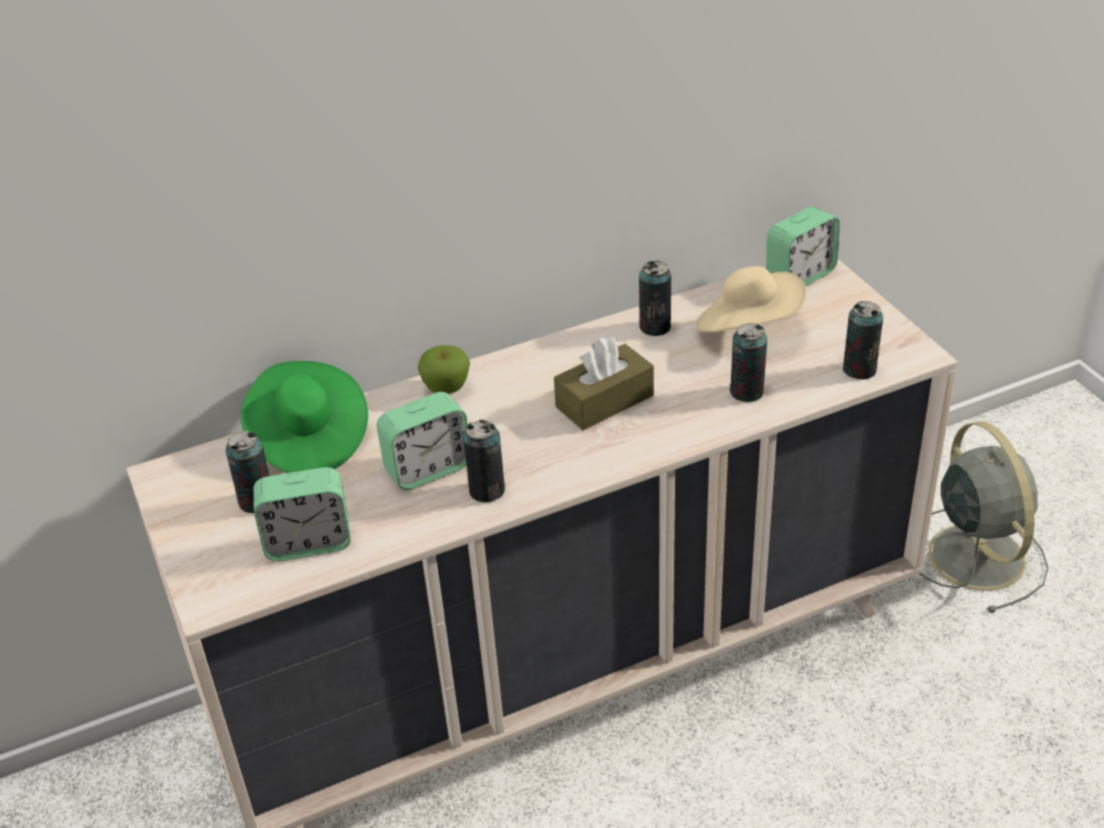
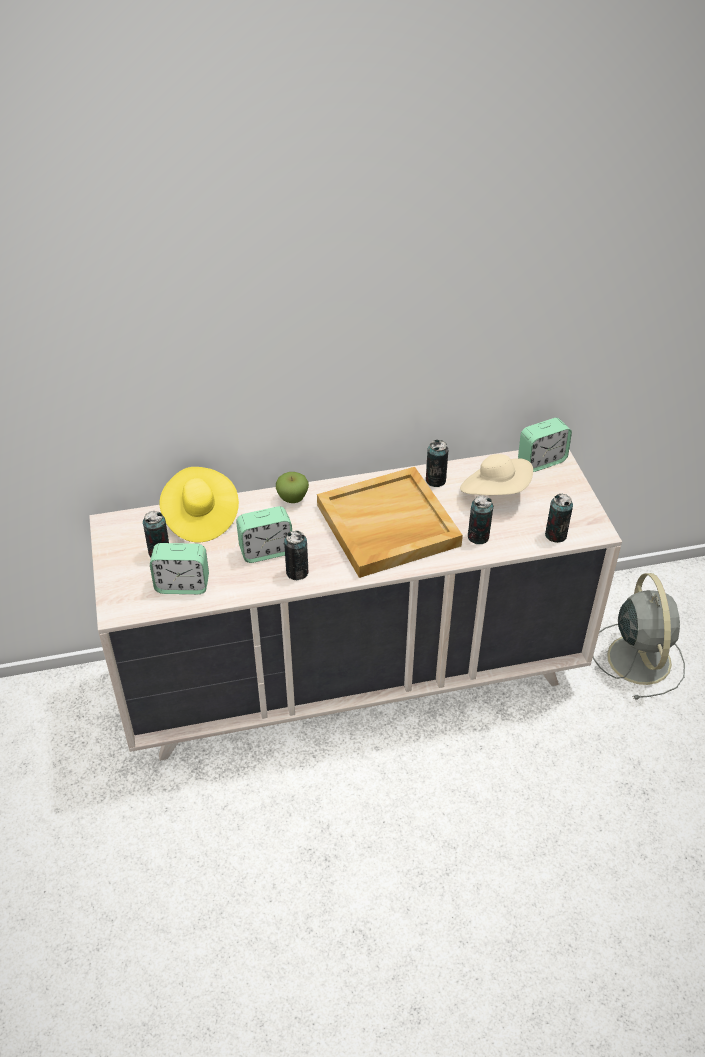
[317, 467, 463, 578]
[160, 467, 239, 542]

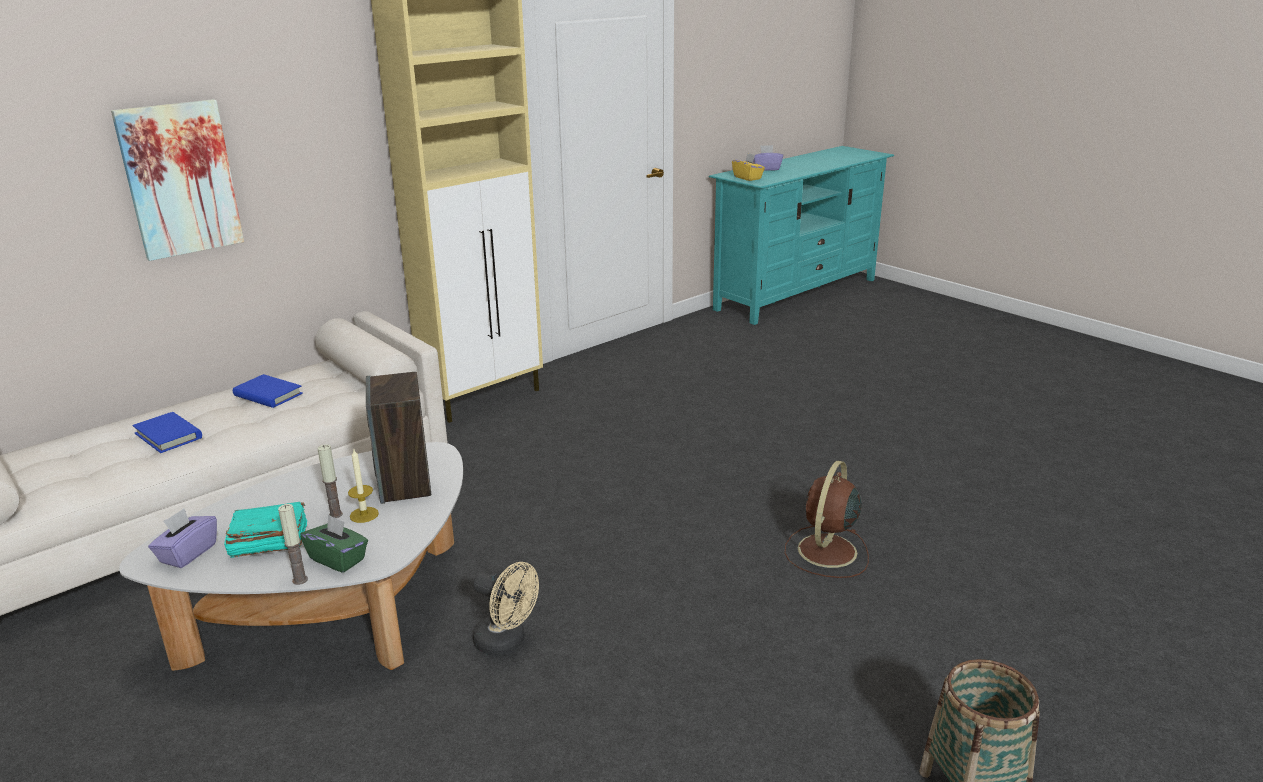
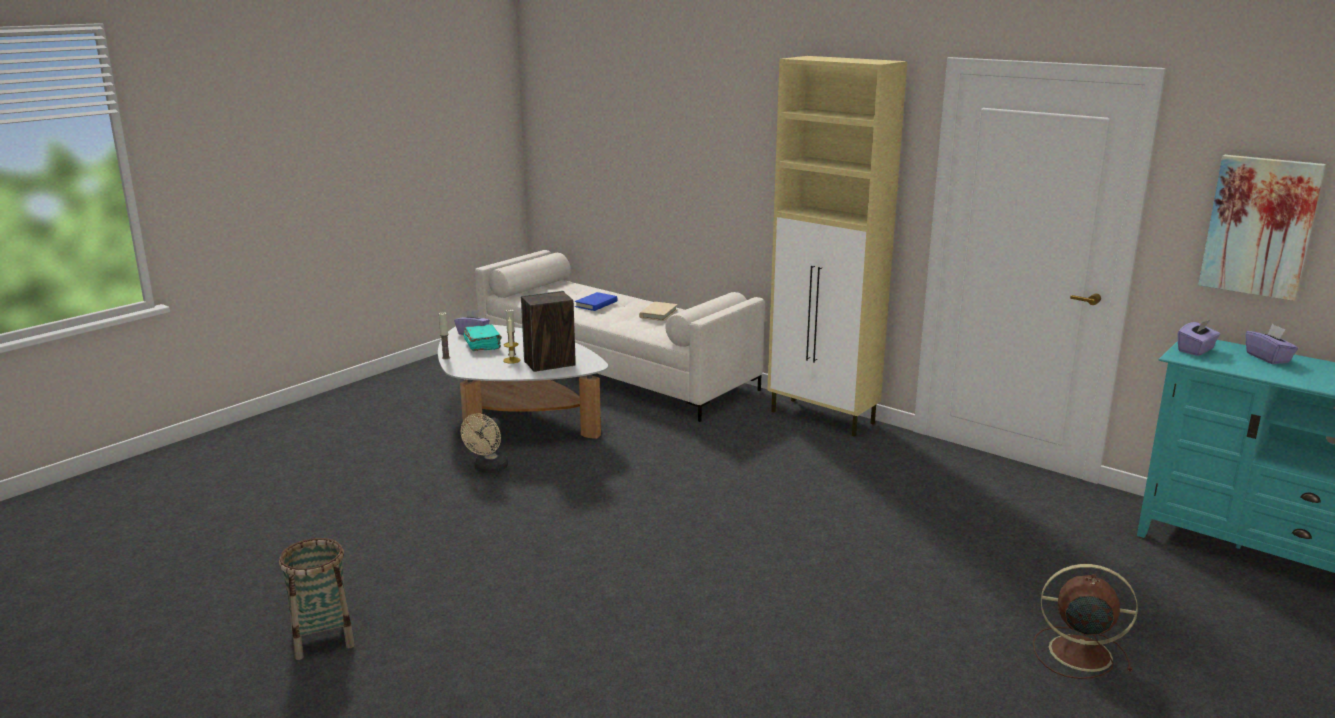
[1198, 155, 1326, 301]
[1178, 319, 1220, 356]
[639, 302, 678, 321]
[1033, 564, 1138, 679]
[300, 514, 368, 573] (first image)

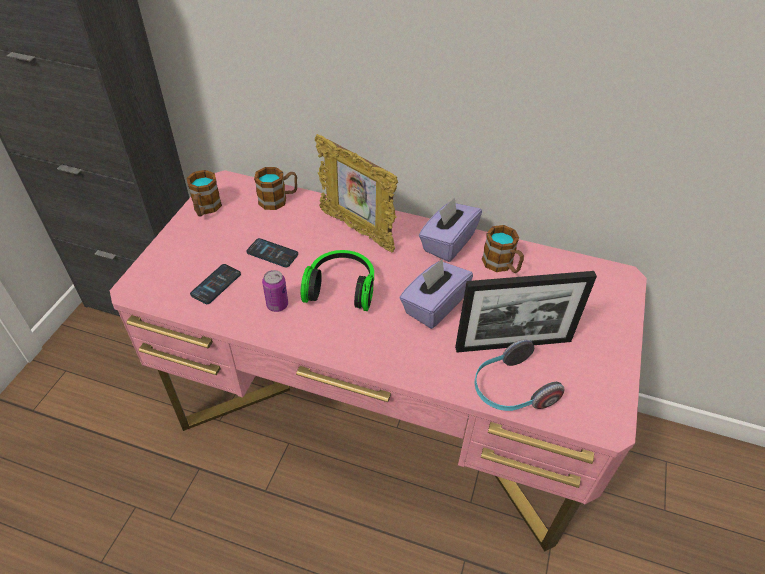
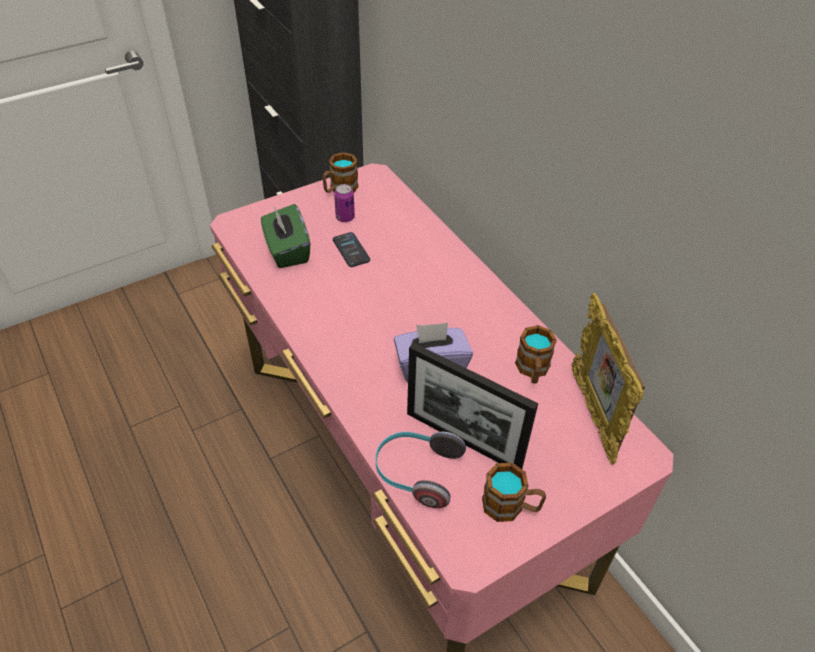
[571, 293, 645, 465]
[482, 463, 546, 522]
[419, 197, 482, 262] (first image)
[301, 250, 374, 311] (first image)
[261, 204, 310, 268]
[334, 184, 355, 222]

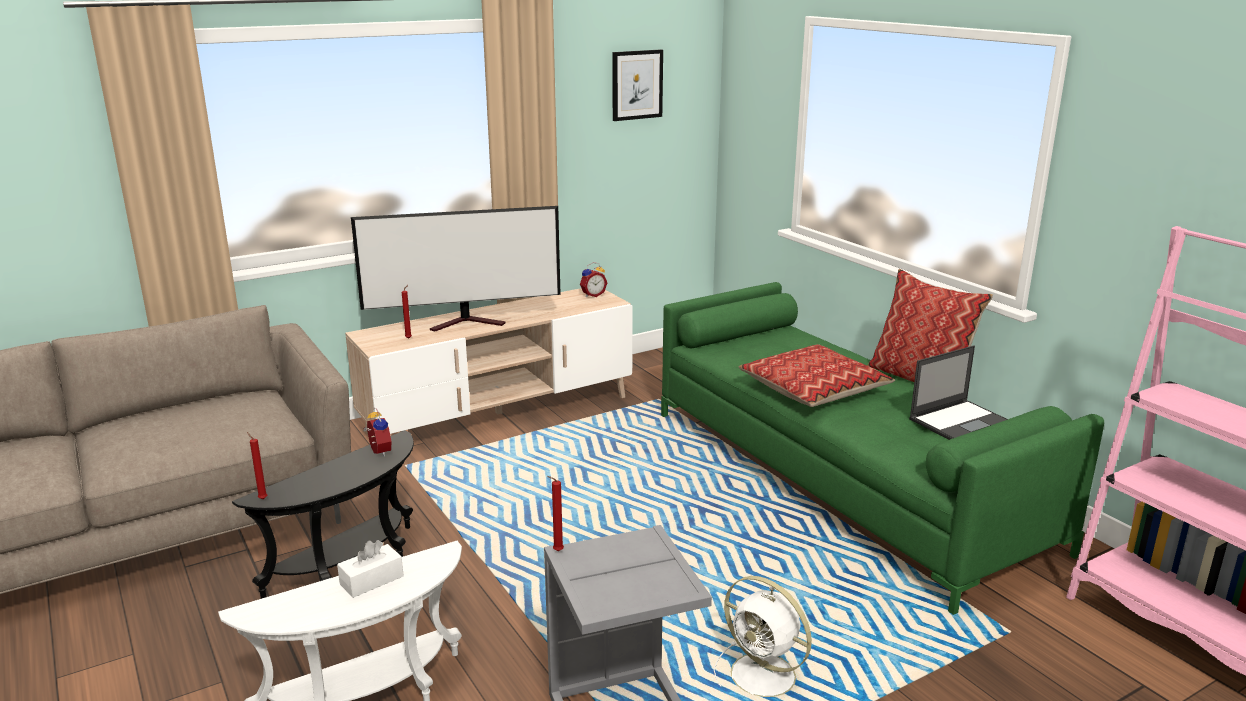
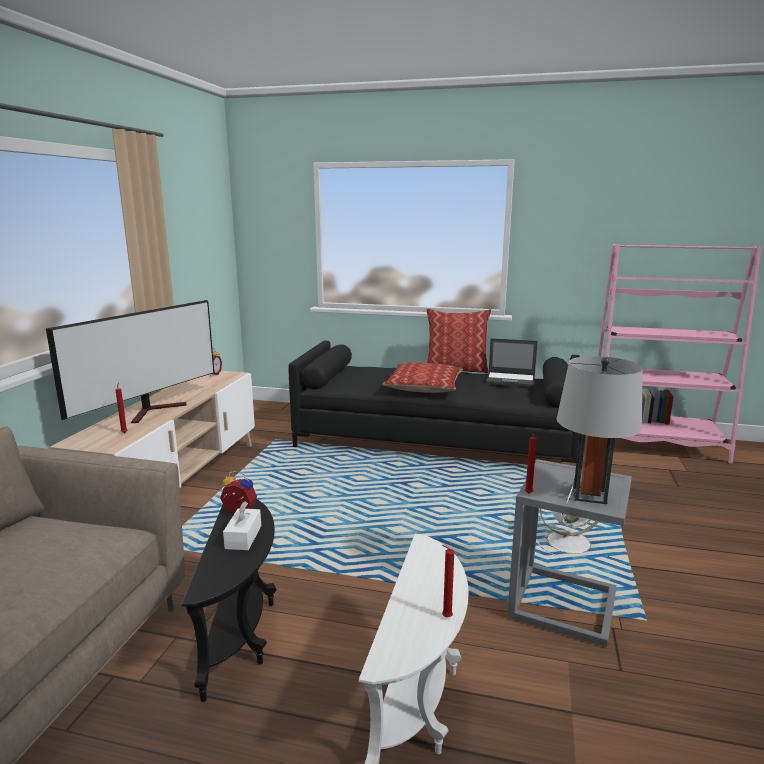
[612, 49, 663, 121] (first image)
[288, 341, 580, 463]
[486, 338, 538, 387]
[442, 545, 454, 618]
[223, 502, 261, 550]
[557, 356, 643, 504]

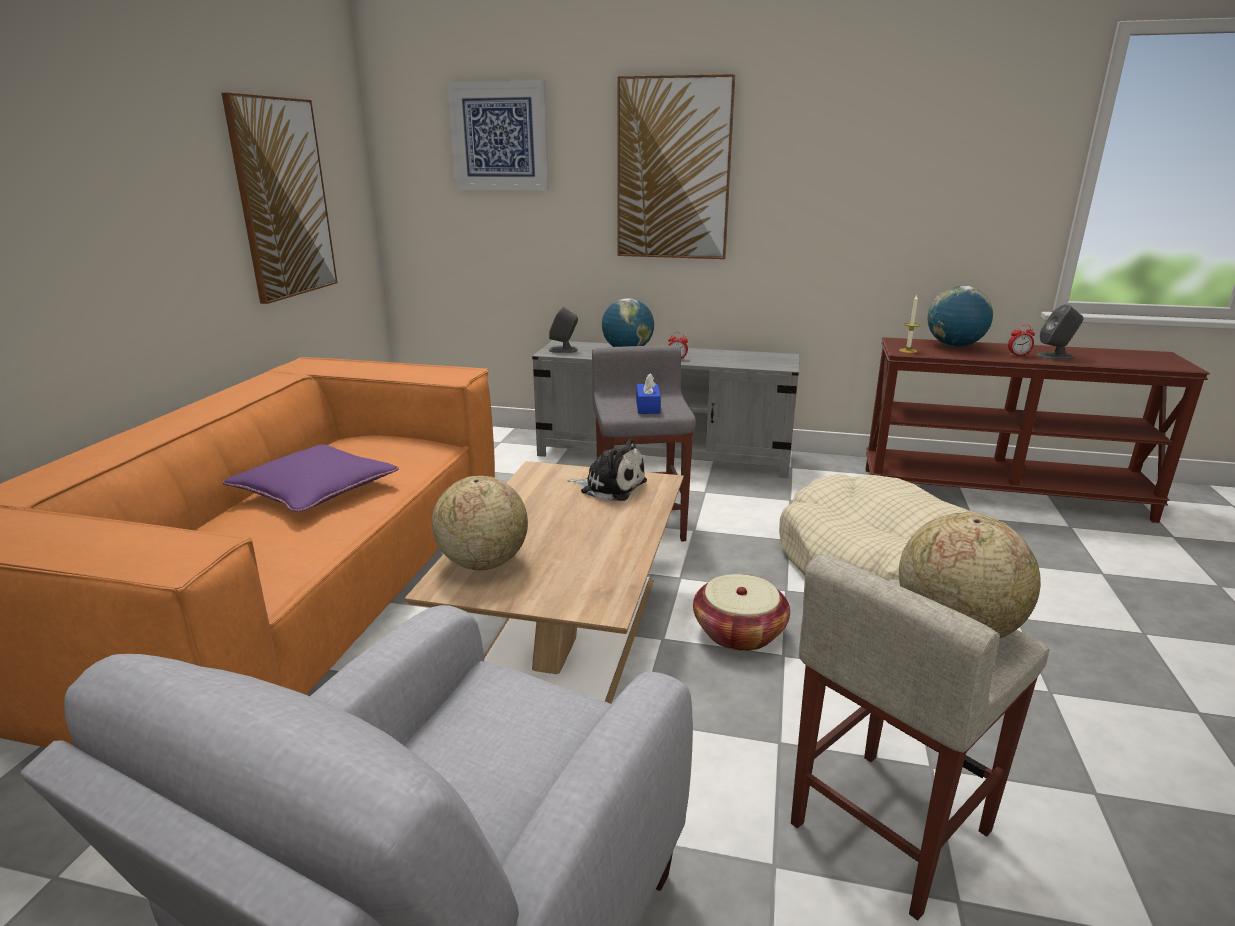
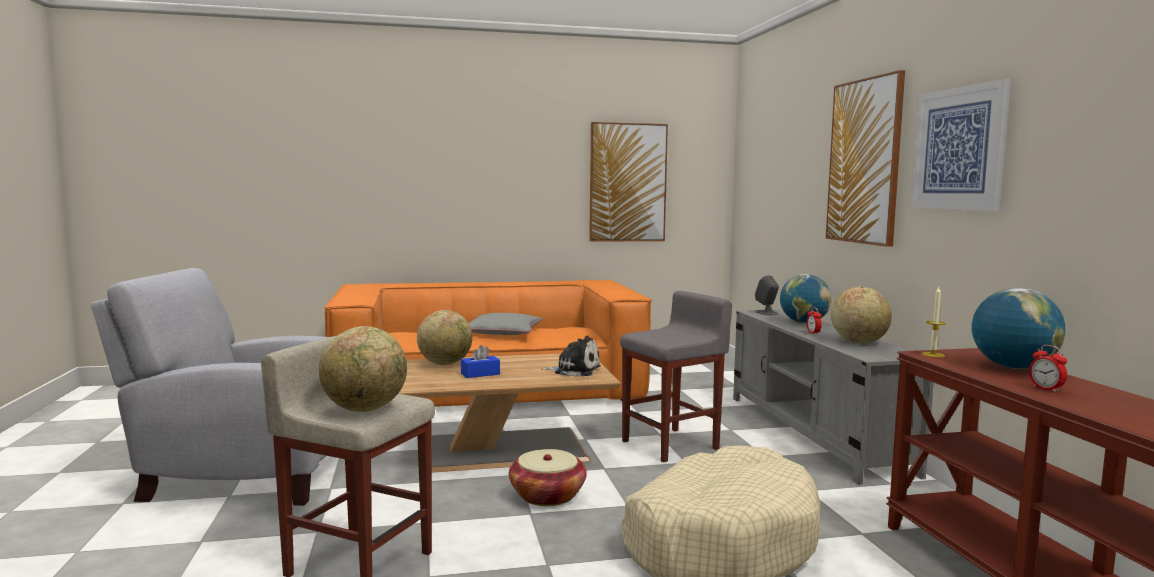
[910, 79, 1011, 211]
[1036, 304, 1084, 360] (first image)
[461, 345, 500, 378]
[541, 336, 601, 377]
[469, 313, 543, 335]
[831, 287, 892, 344]

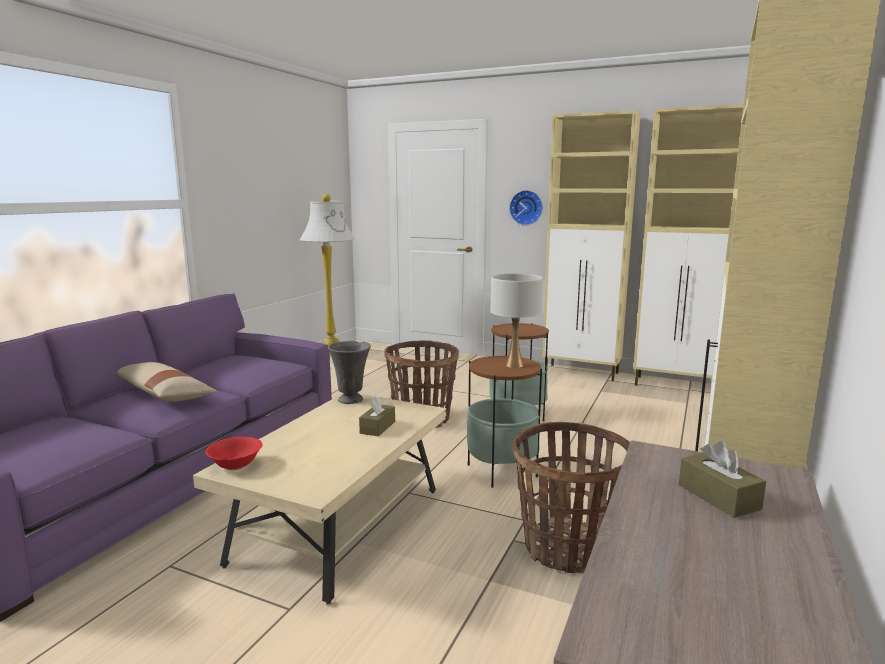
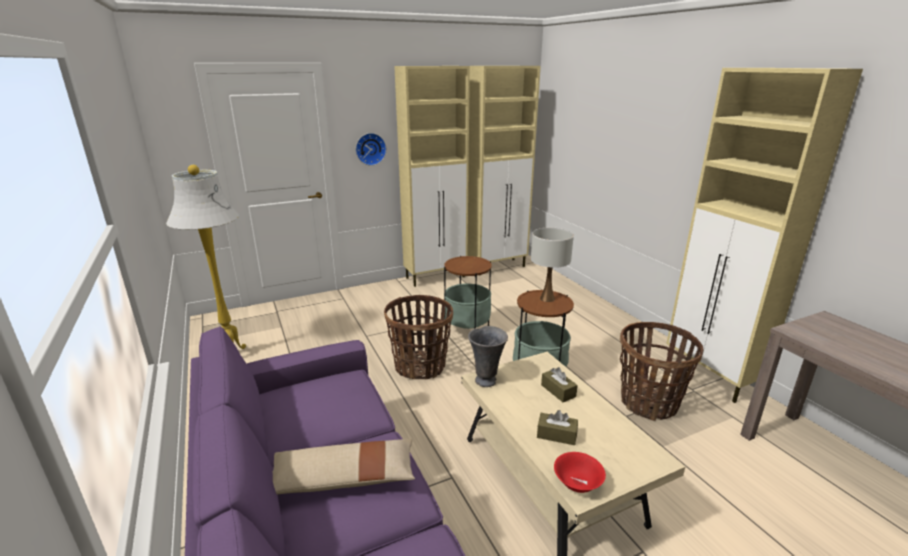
[537, 410, 578, 445]

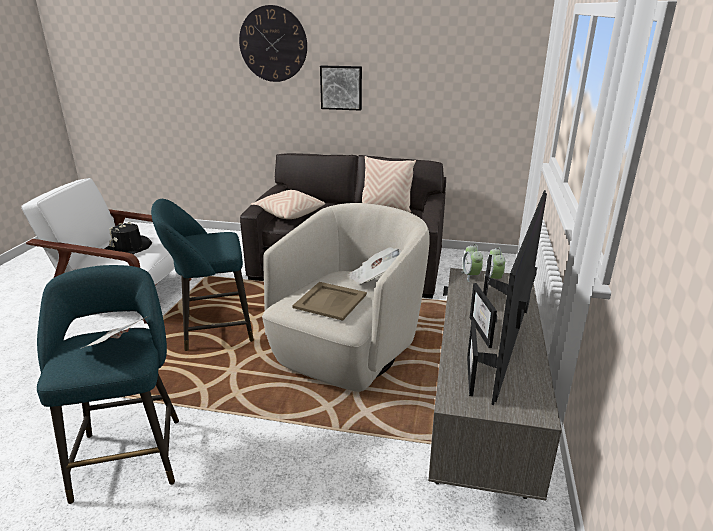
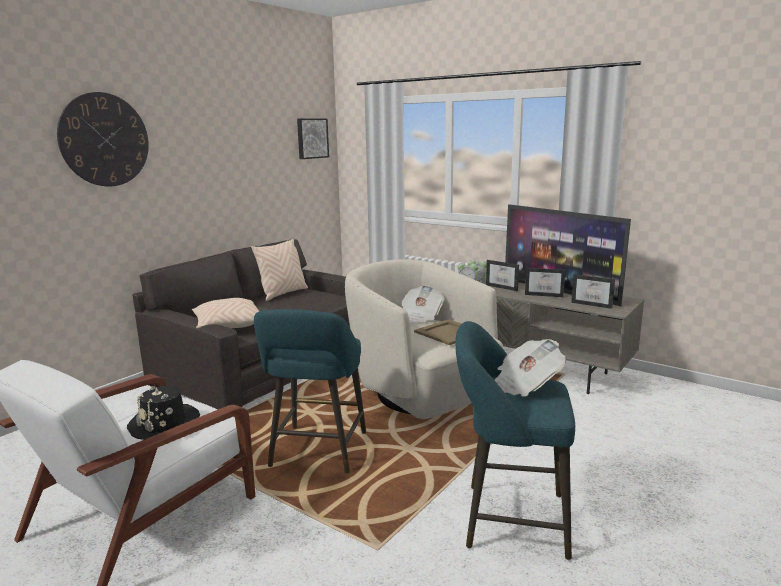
[297, 119, 329, 159]

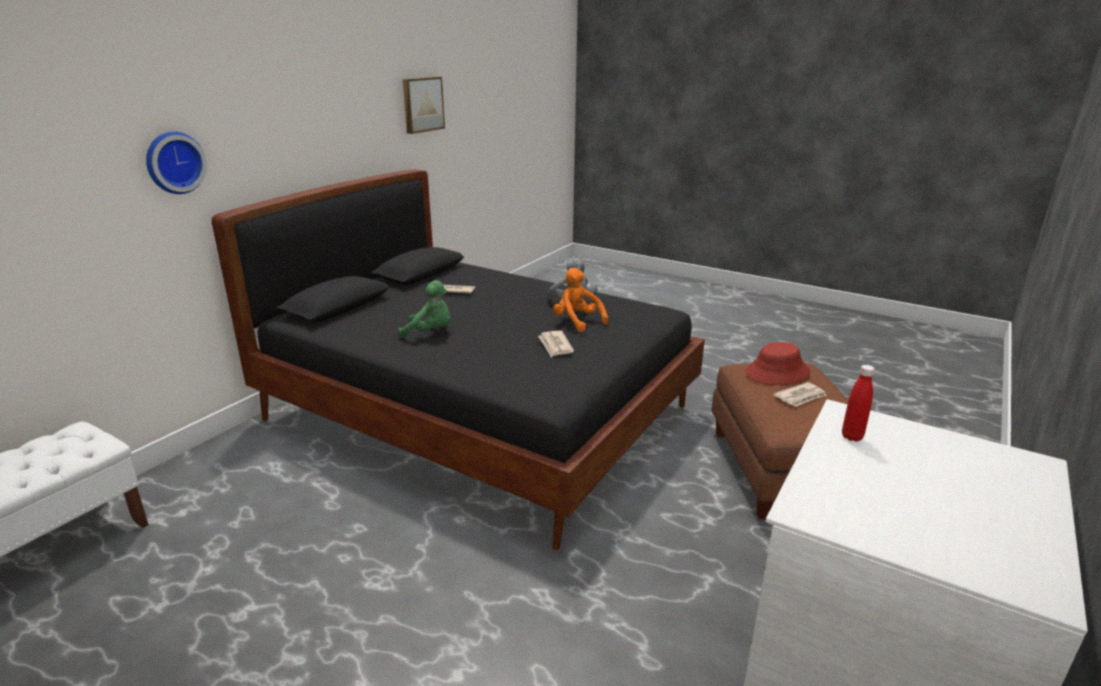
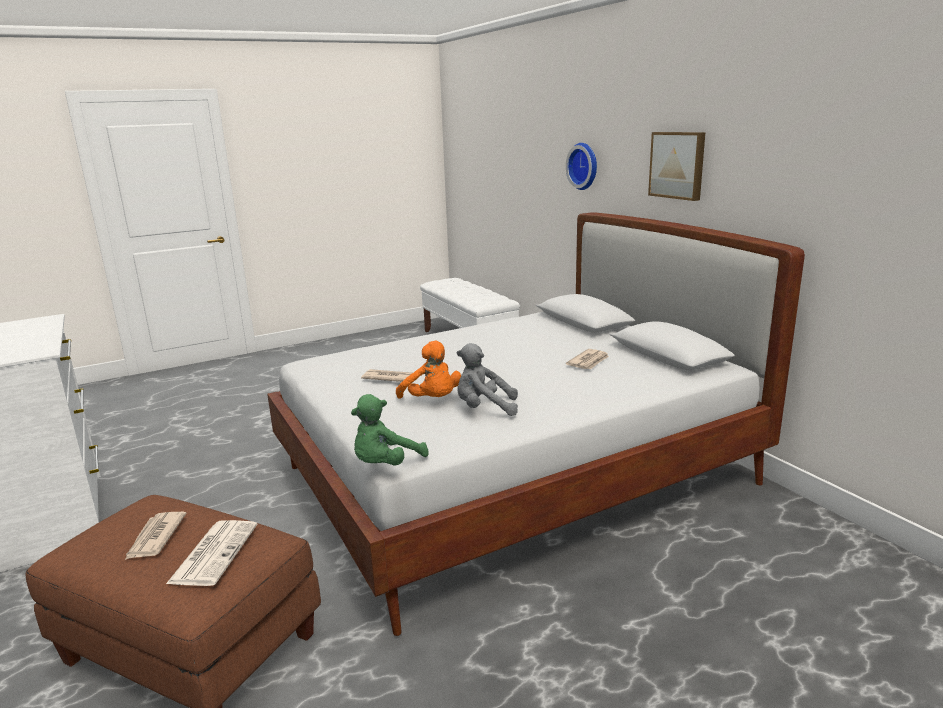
[648, 132, 705, 201]
[267, 212, 805, 636]
[396, 341, 461, 399]
[351, 394, 429, 465]
[166, 520, 257, 586]
[842, 365, 875, 442] (first image)

